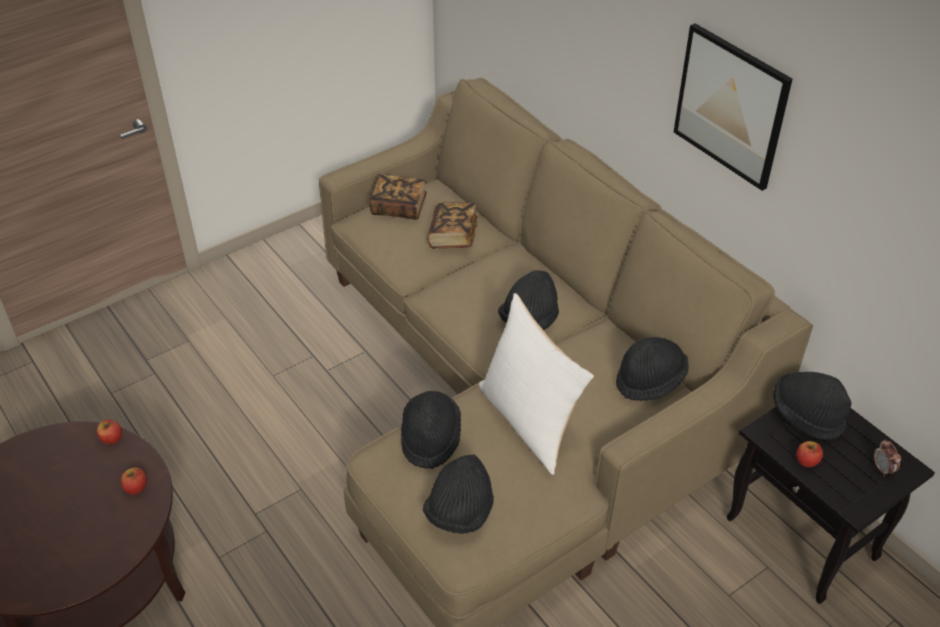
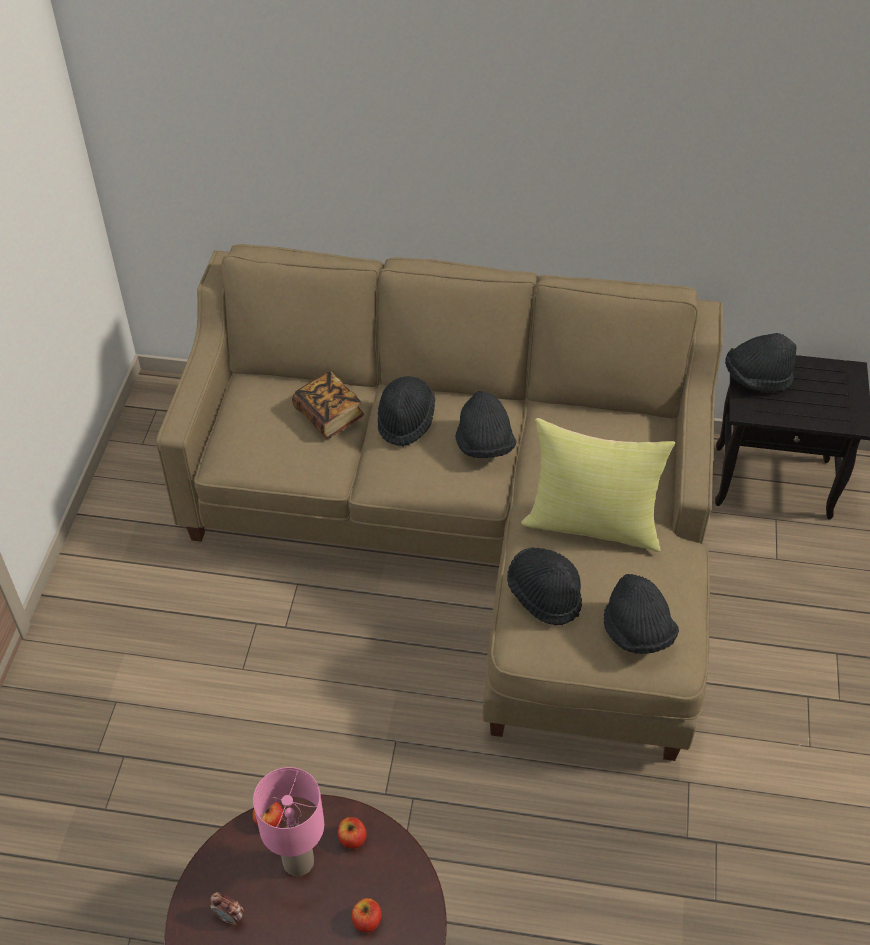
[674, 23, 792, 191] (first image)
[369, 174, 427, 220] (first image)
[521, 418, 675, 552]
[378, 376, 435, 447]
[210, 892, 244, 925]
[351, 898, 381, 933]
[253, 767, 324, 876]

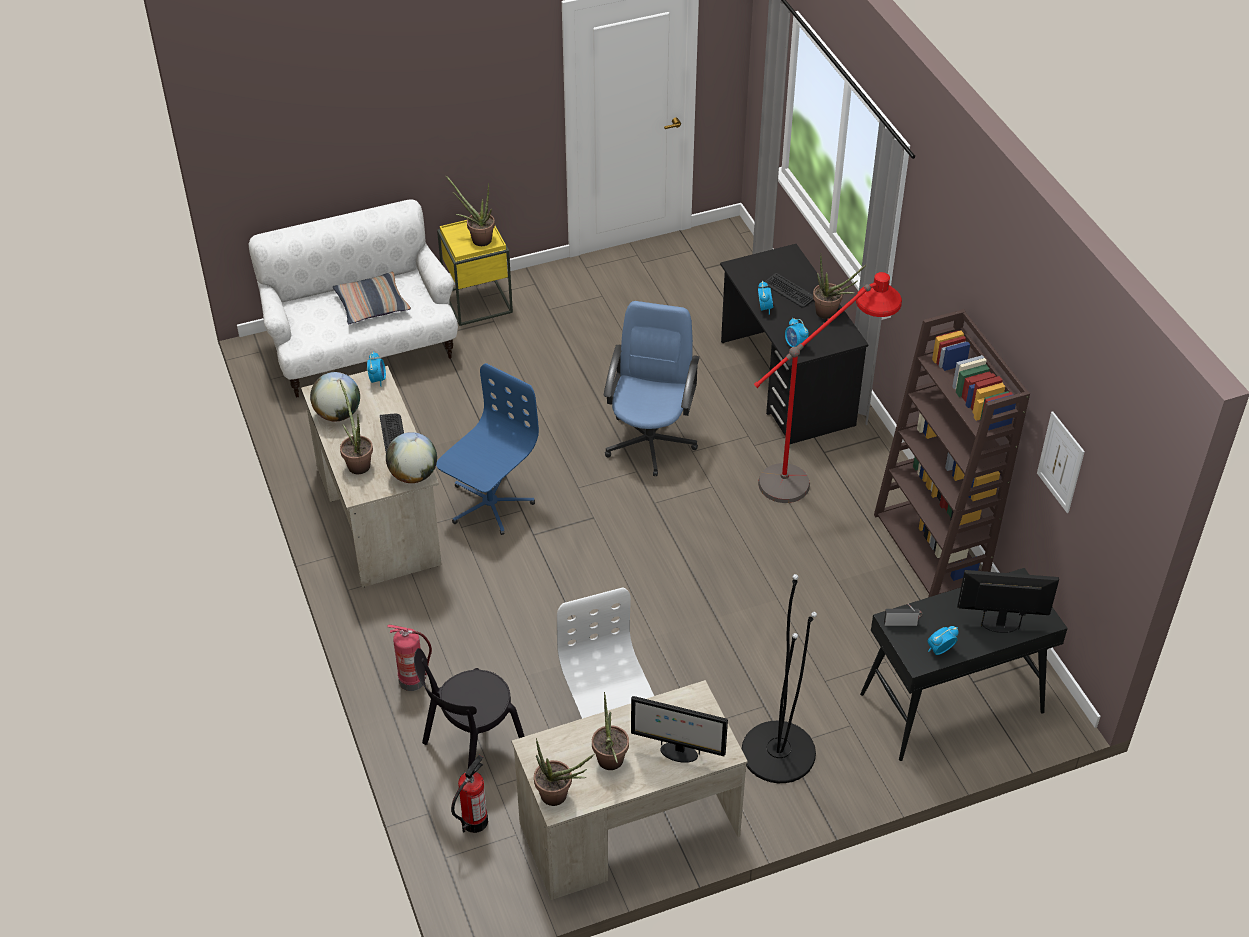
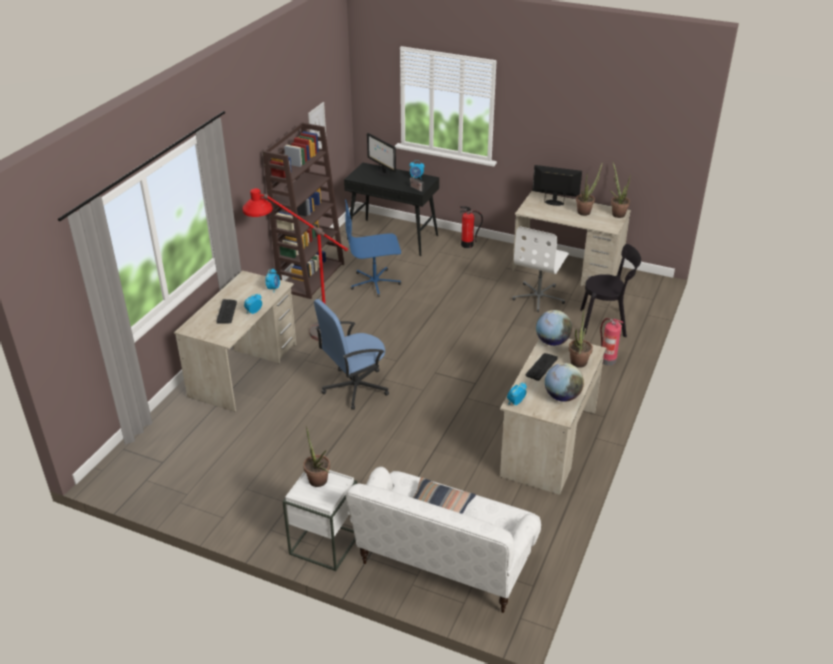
[282, 470, 357, 571]
[174, 270, 296, 412]
[813, 255, 866, 319] (first image)
[345, 200, 401, 297]
[742, 574, 817, 783] (first image)
[532, 165, 582, 206]
[460, 207, 483, 248]

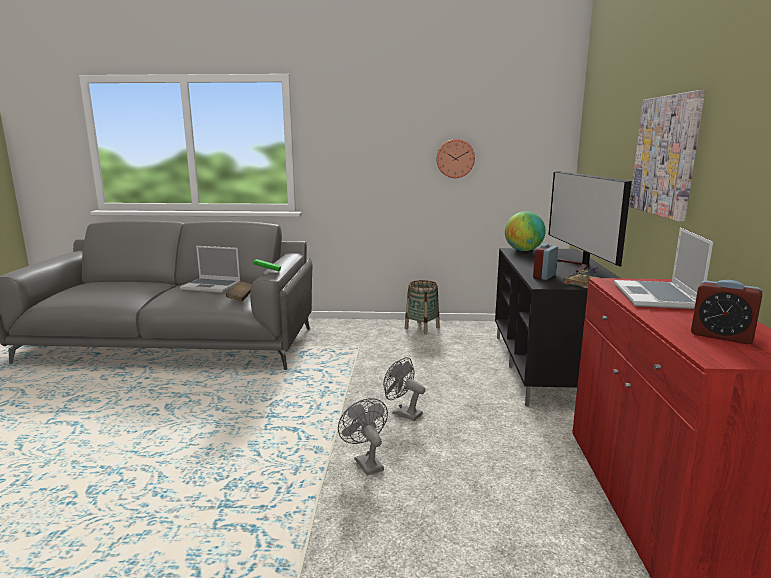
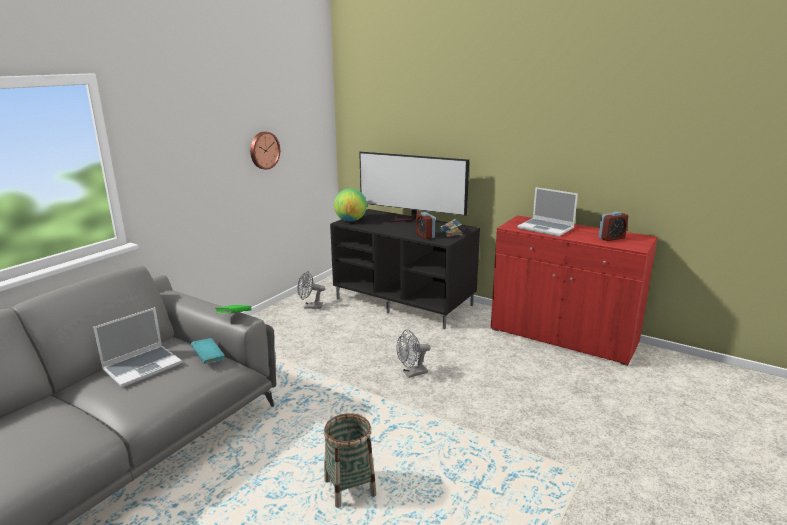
[629, 90, 705, 222] (first image)
[324, 413, 376, 508]
[191, 338, 225, 364]
[297, 271, 325, 309]

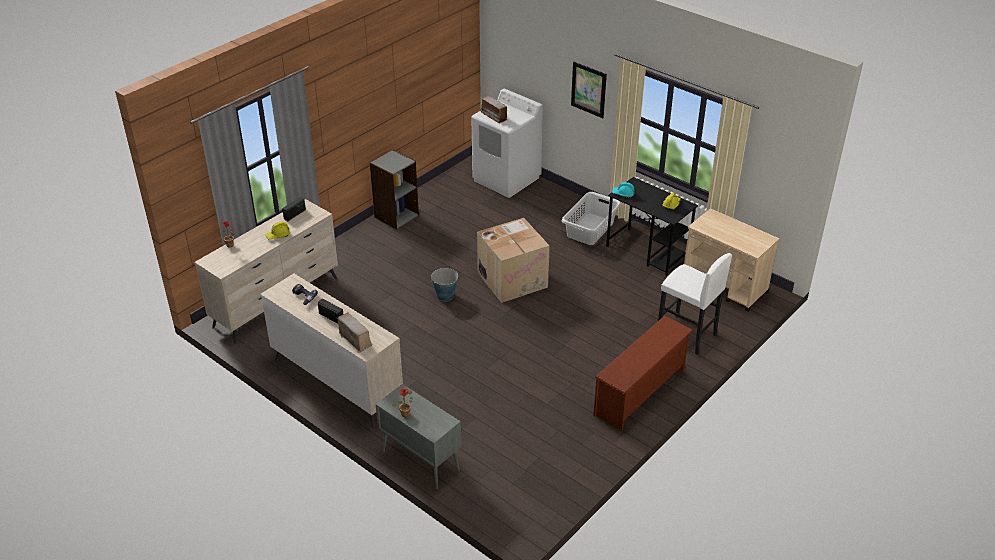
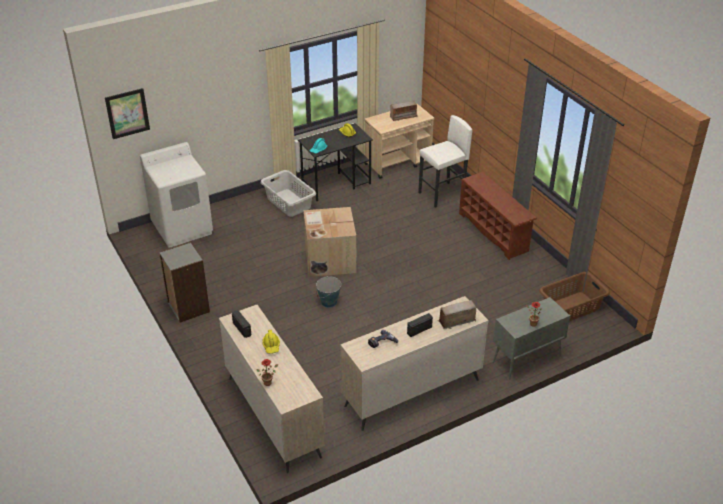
[105, 88, 150, 139]
[390, 101, 418, 121]
[539, 272, 610, 321]

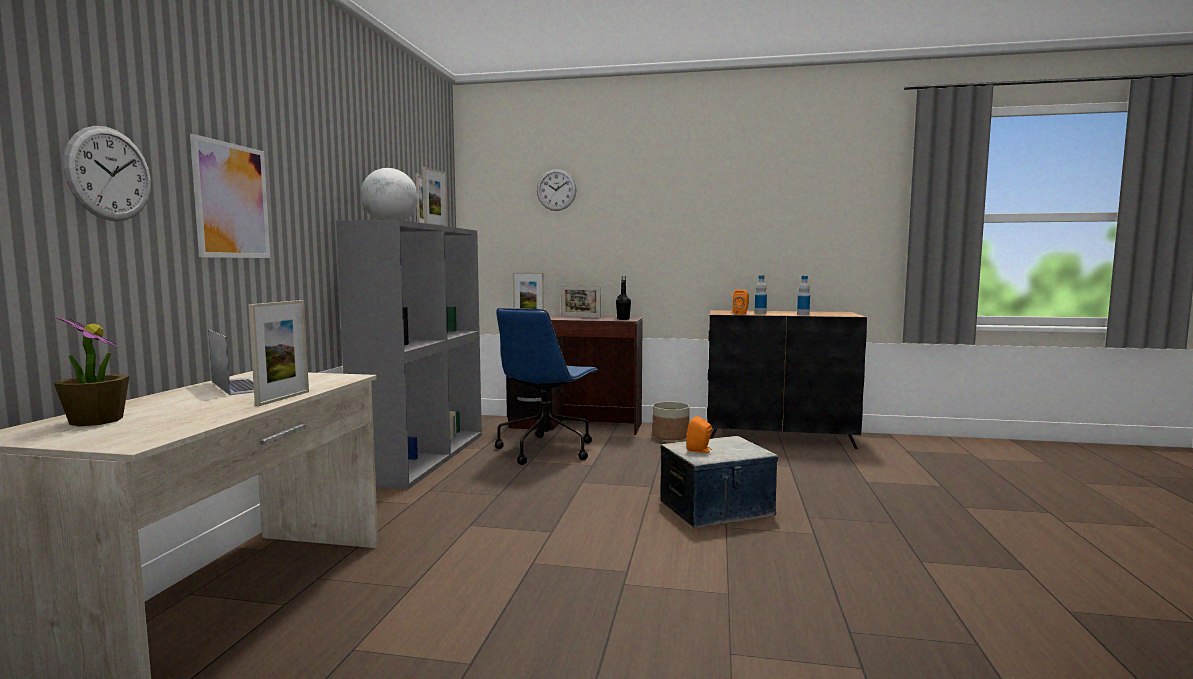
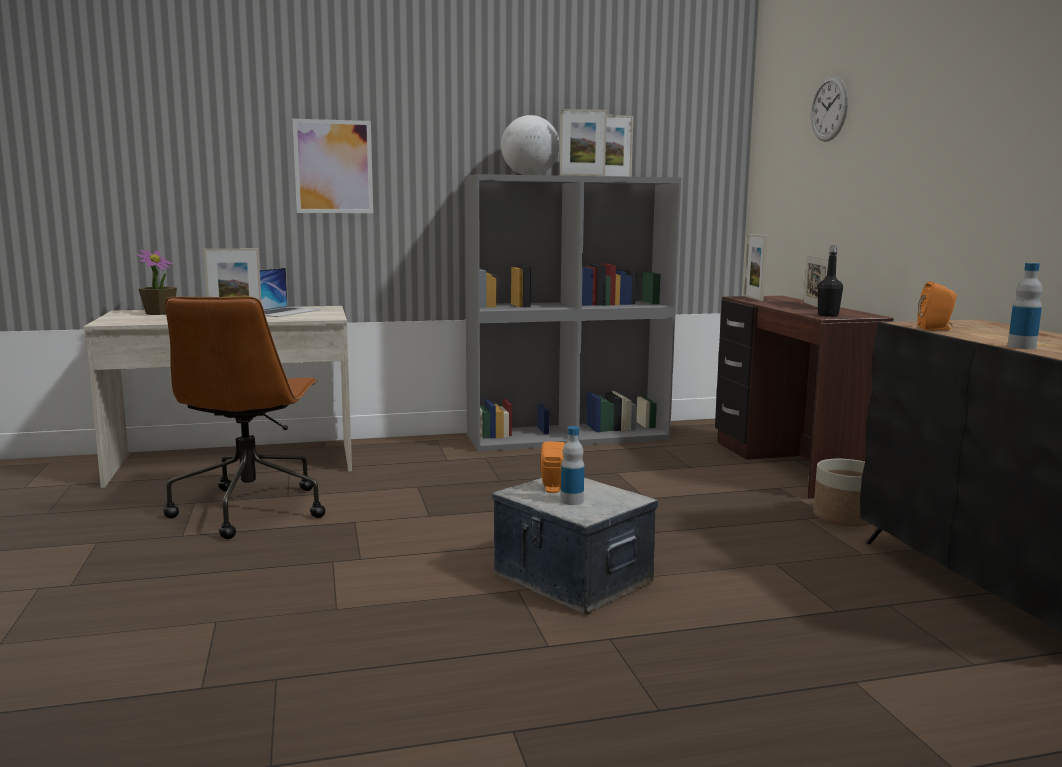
[63, 126, 151, 221] (first image)
[561, 426, 584, 505]
[495, 308, 598, 465] (first image)
[163, 297, 325, 539]

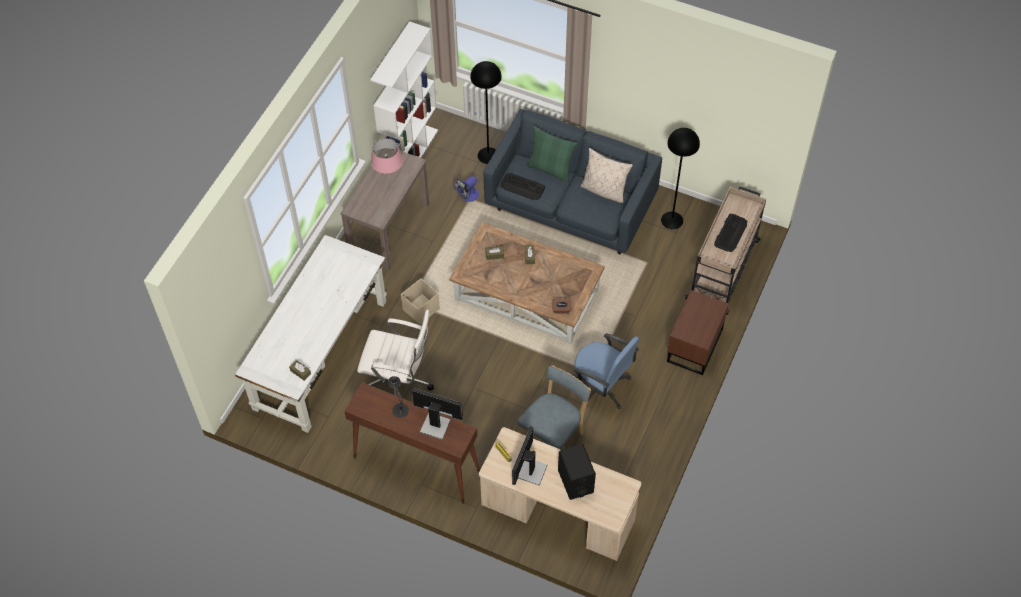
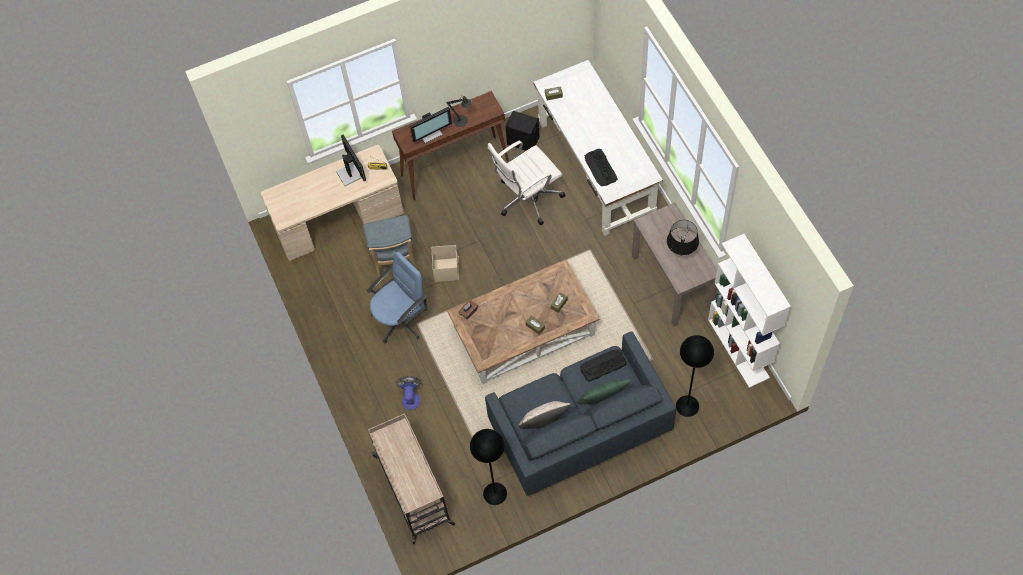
[667, 220, 699, 255]
[396, 376, 421, 410]
[585, 149, 617, 186]
[432, 245, 459, 282]
[667, 290, 729, 375] (first image)
[367, 251, 427, 343]
[506, 111, 540, 151]

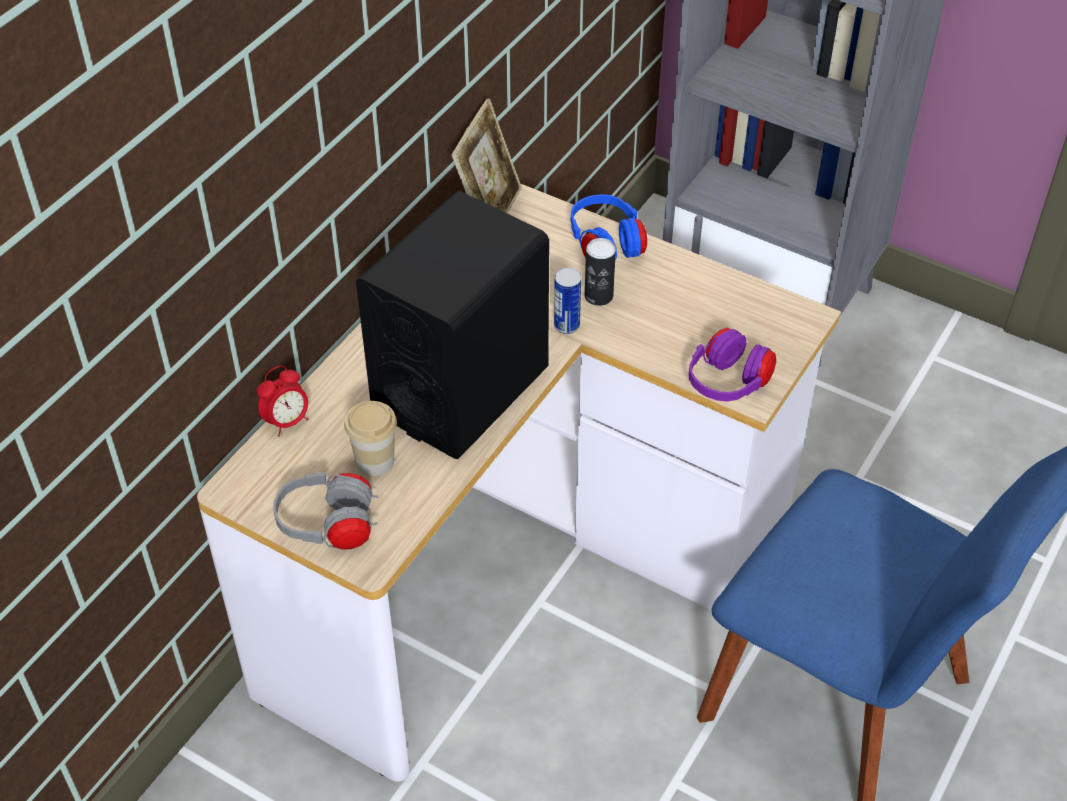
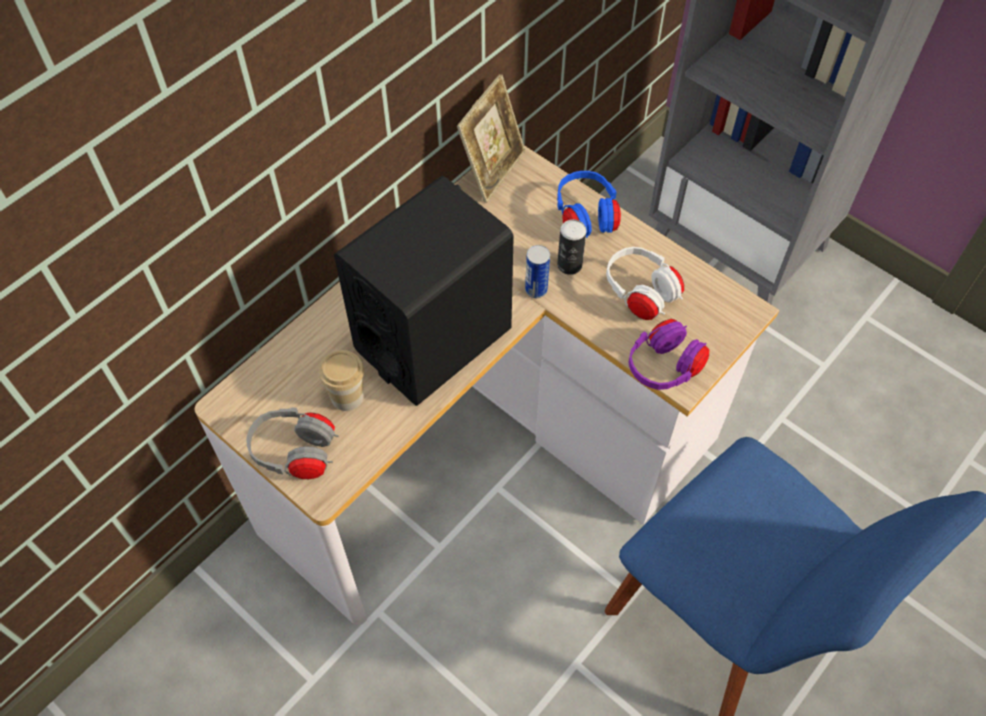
[257, 366, 308, 437] (first image)
[606, 247, 684, 320]

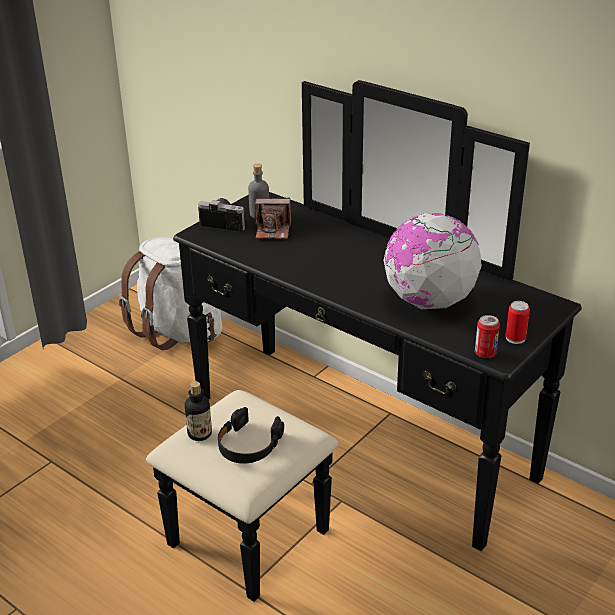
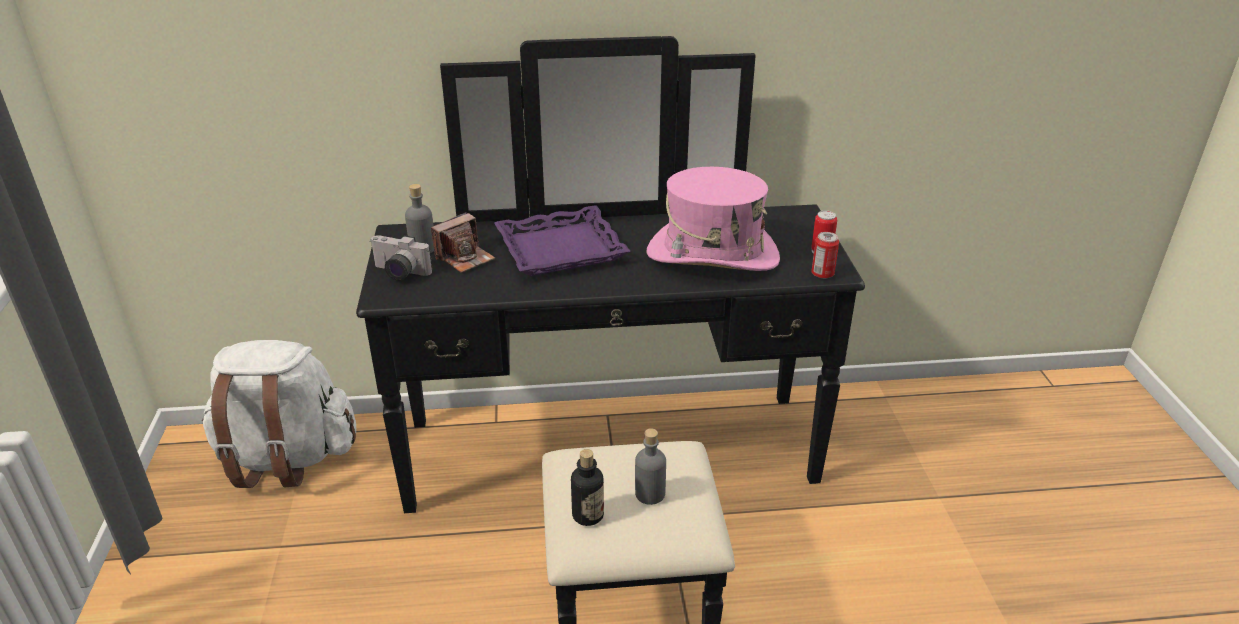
[370, 235, 433, 281]
[646, 167, 780, 271]
[635, 428, 666, 505]
[494, 205, 630, 276]

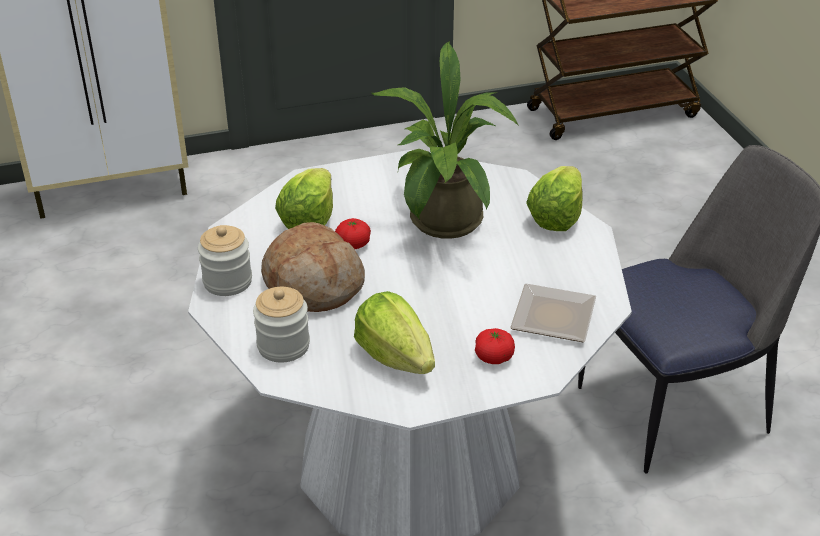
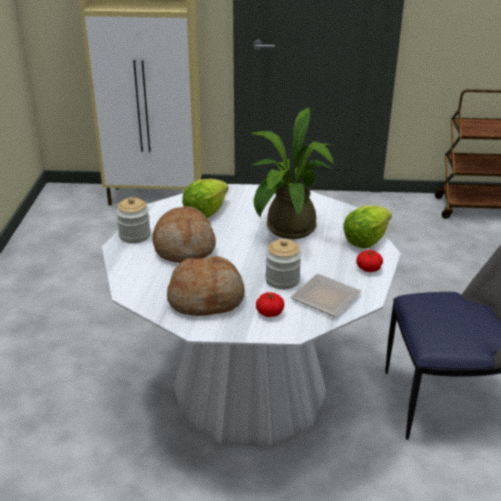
[356, 250, 383, 272]
[265, 239, 302, 289]
[167, 255, 245, 316]

